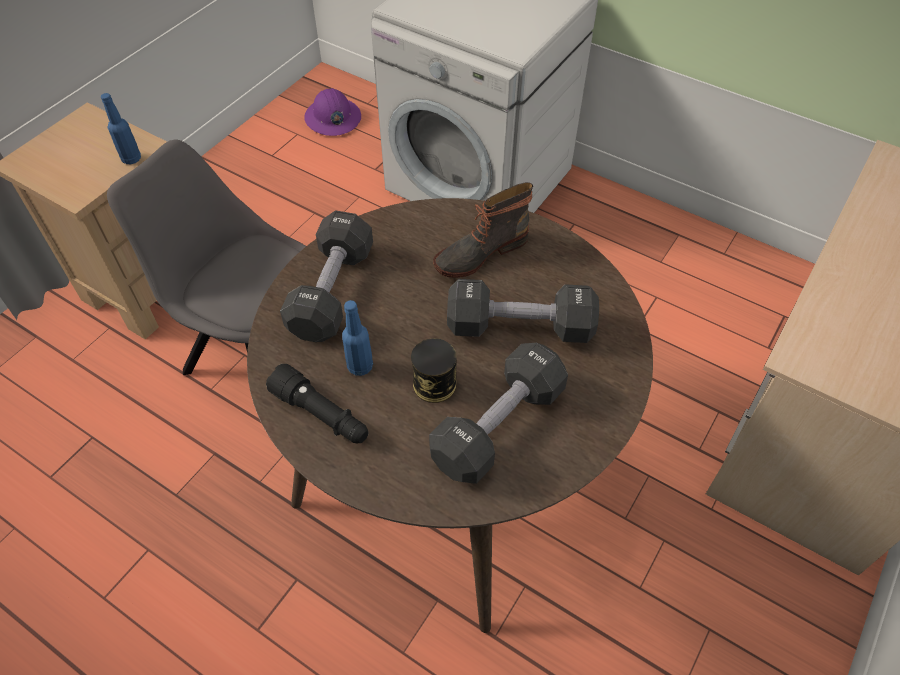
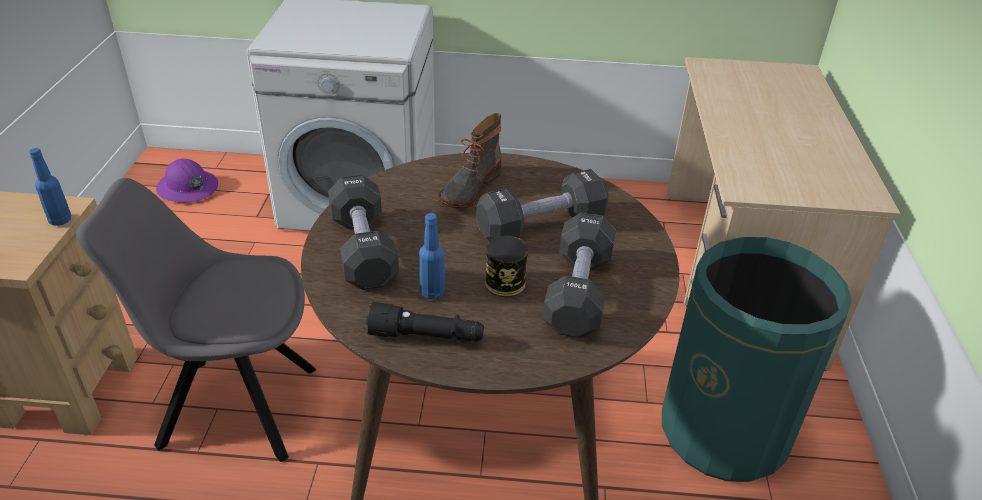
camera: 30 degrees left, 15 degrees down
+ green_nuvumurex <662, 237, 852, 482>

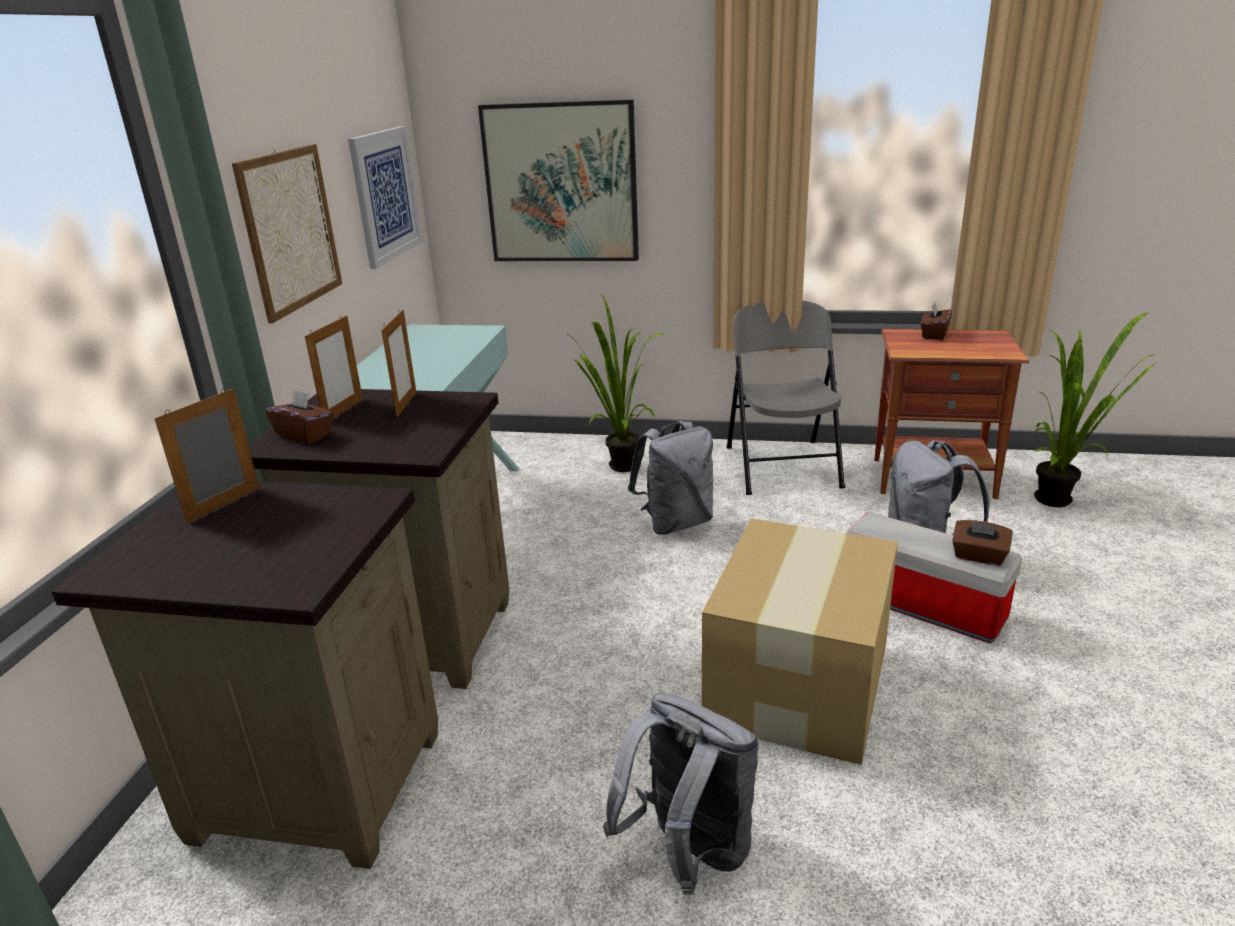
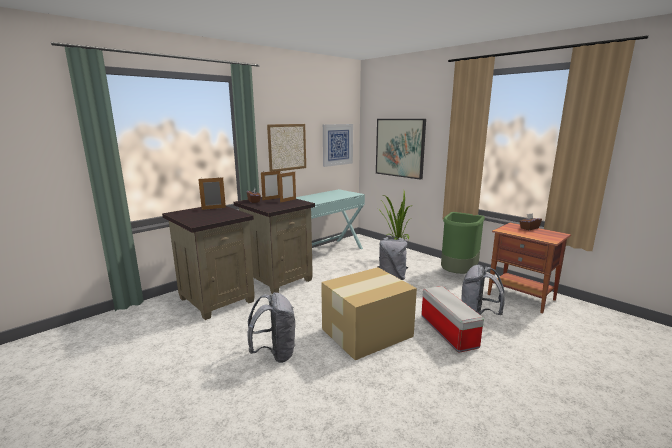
camera: 35 degrees right, 10 degrees down
~ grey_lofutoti <726, 300, 845, 495> to green_nuvumurex <441, 212, 485, 274>
- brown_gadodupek <952, 520, 1013, 566>
- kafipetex <1034, 312, 1157, 507>

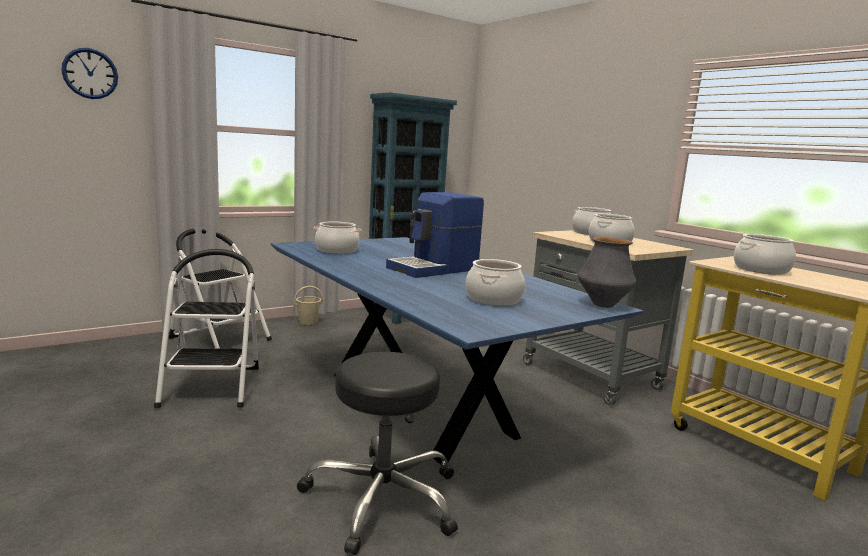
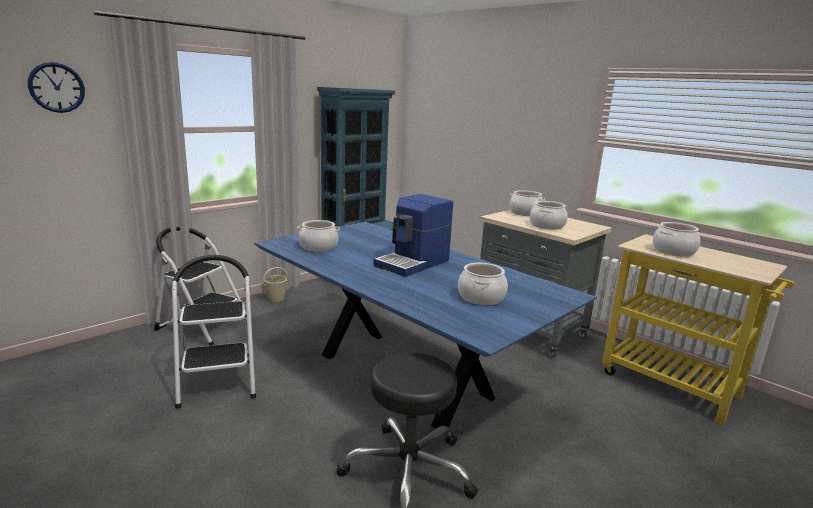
camera: 10 degrees left, 5 degrees up
- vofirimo <578, 237, 636, 308>

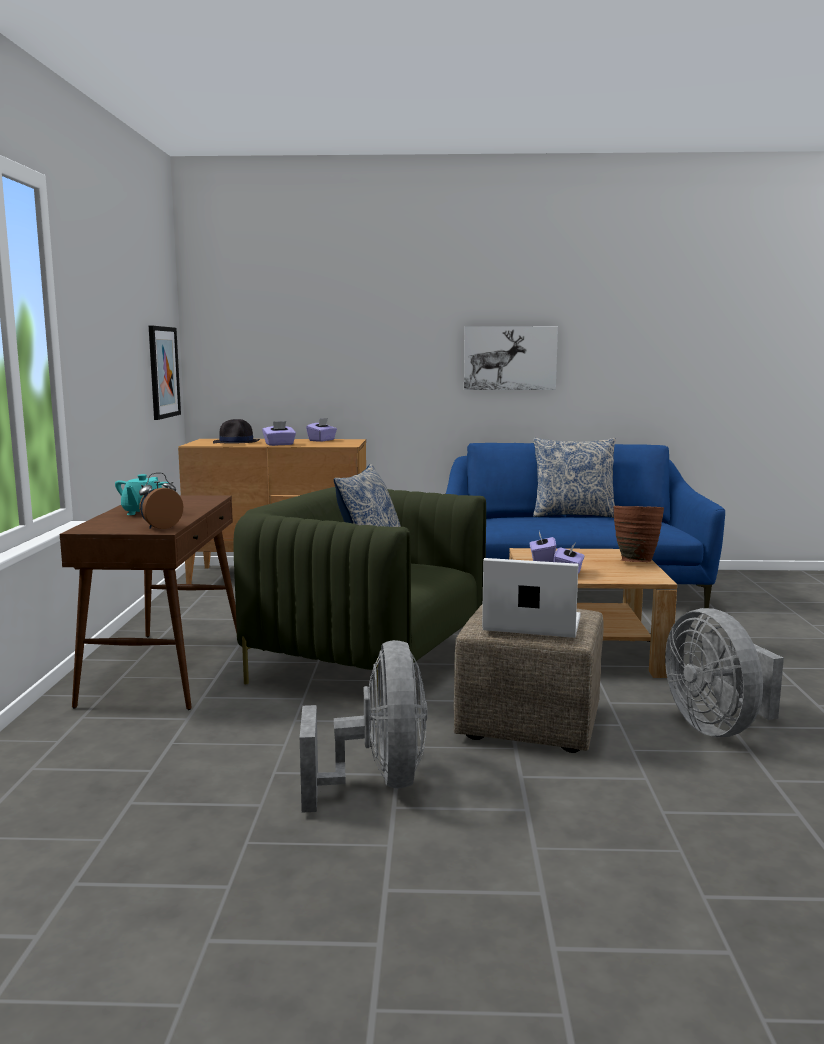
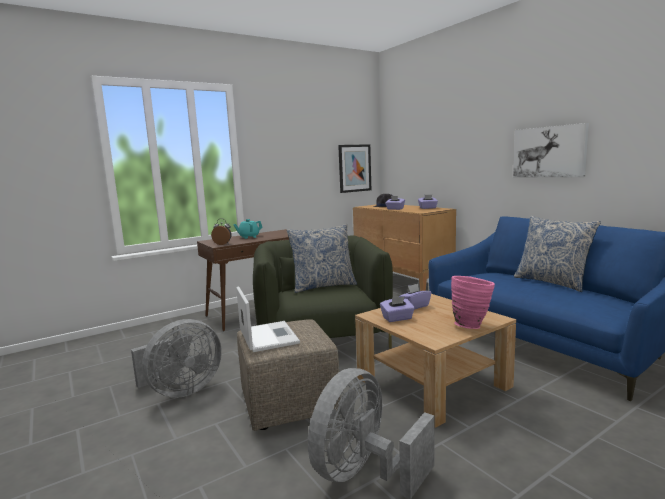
camera: 55 degrees right, 0 degrees up
~ brown_vofirimo <613, 506, 664, 562> to pink_vofirimo <451, 276, 495, 329>

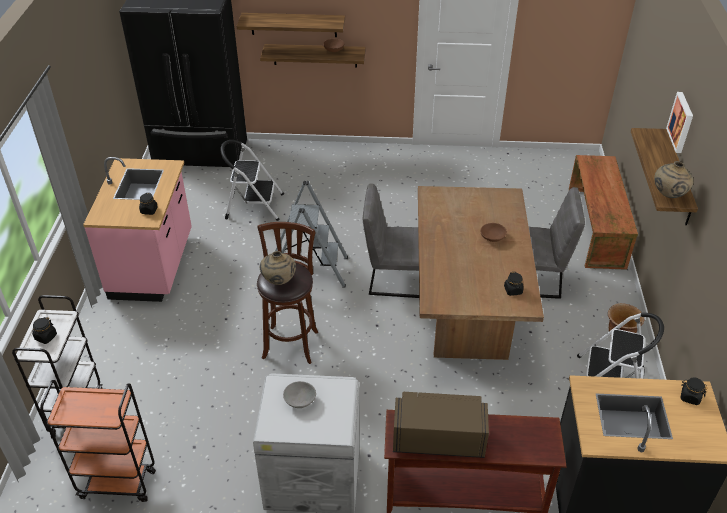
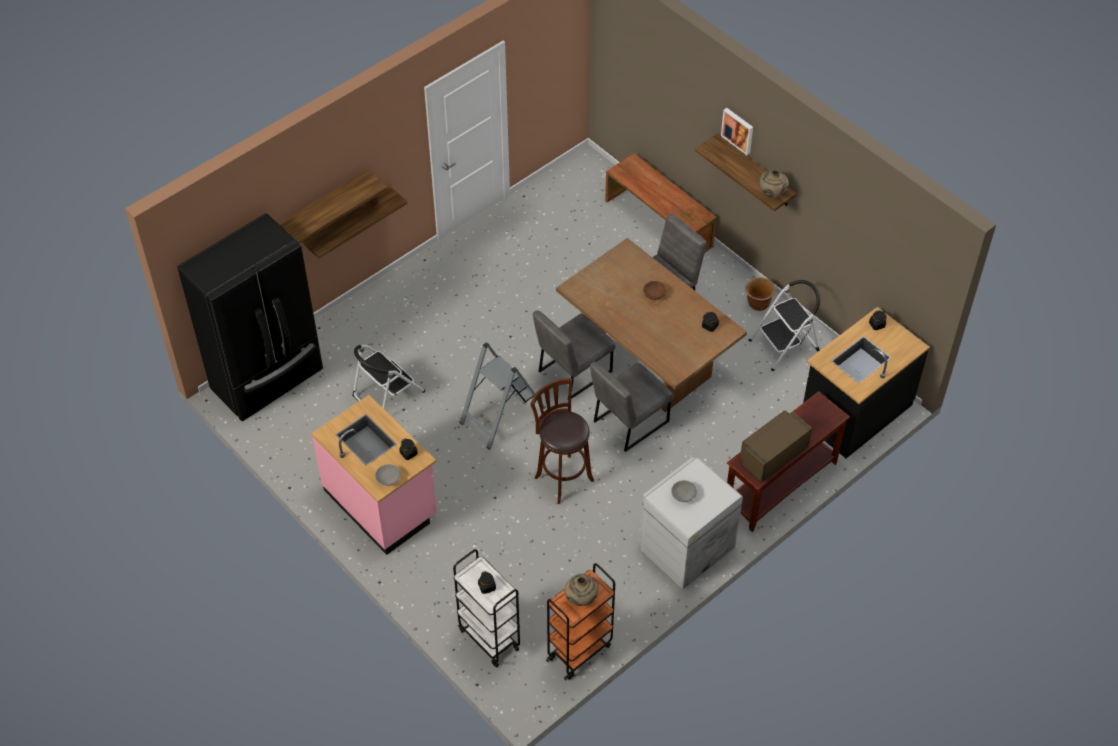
camera: 45 degrees left, 10 degrees up
+ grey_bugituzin <375, 464, 401, 486>
~ beige_vofirimo <260, 251, 296, 285> to <564, 574, 599, 606>
+ grey_lofutoti <590, 362, 674, 452>

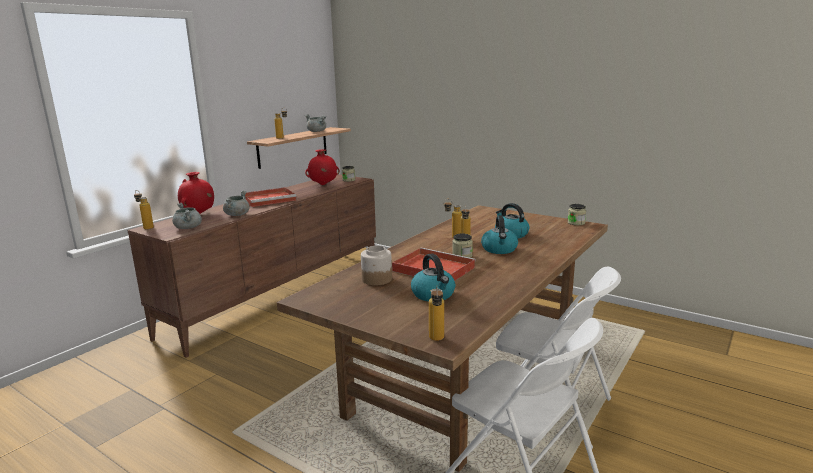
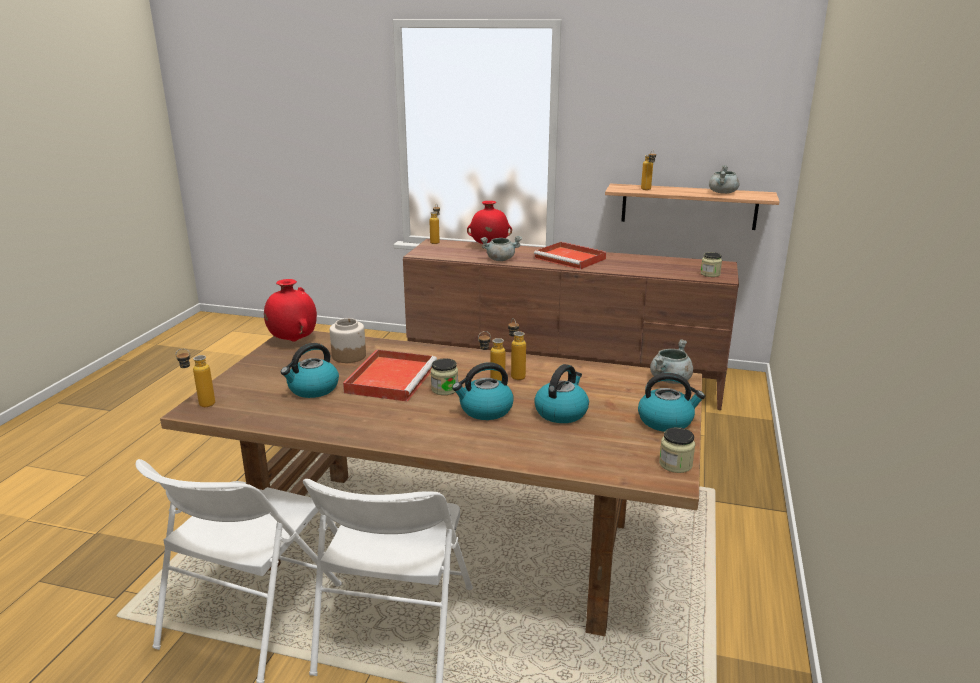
camera: 70 degrees right, 5 degrees up
~ red_vofirimo <305, 149, 340, 185> to <264, 279, 317, 342>
+ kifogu <638, 373, 705, 432>
~ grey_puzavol <172, 203, 202, 229> to <650, 339, 693, 384>

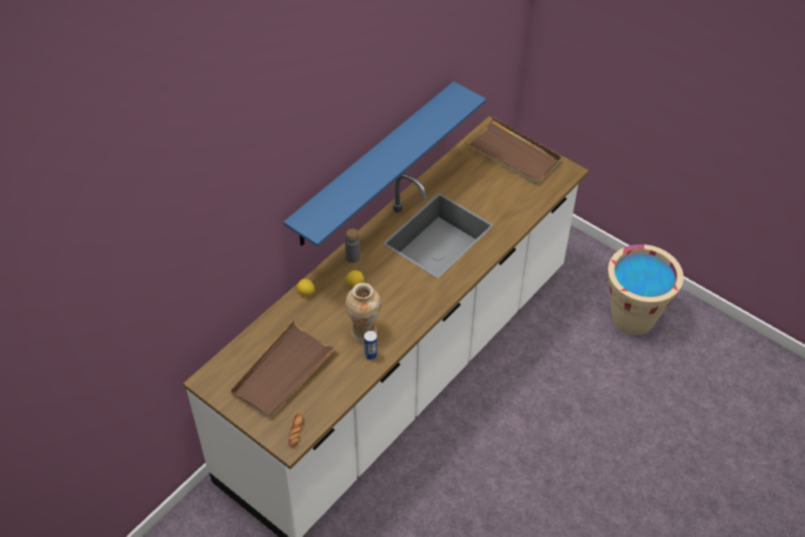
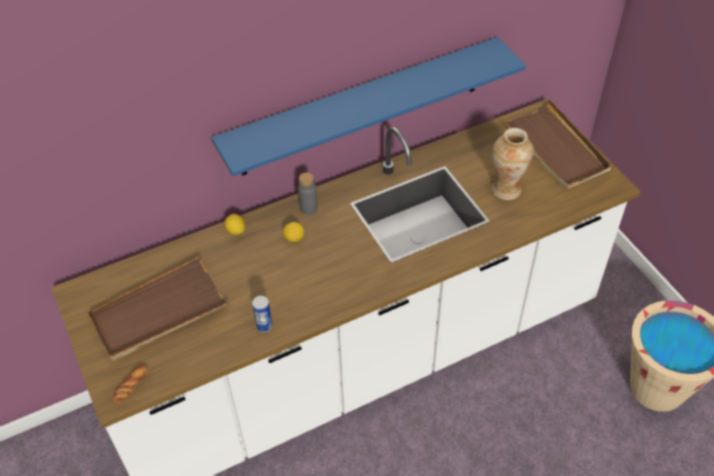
camera: 25 degrees right, 0 degrees up
~ vofirimo <345, 283, 381, 342> to <492, 128, 534, 200>

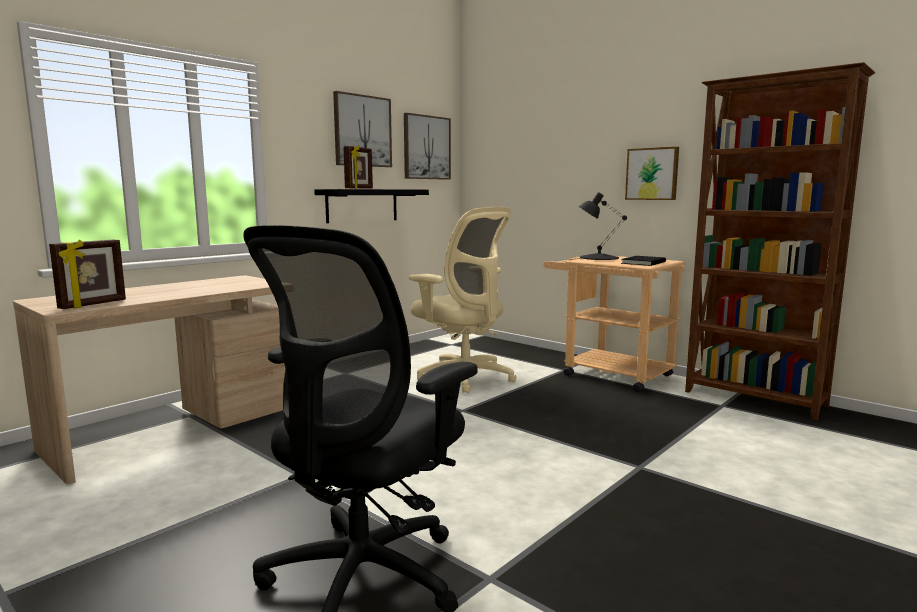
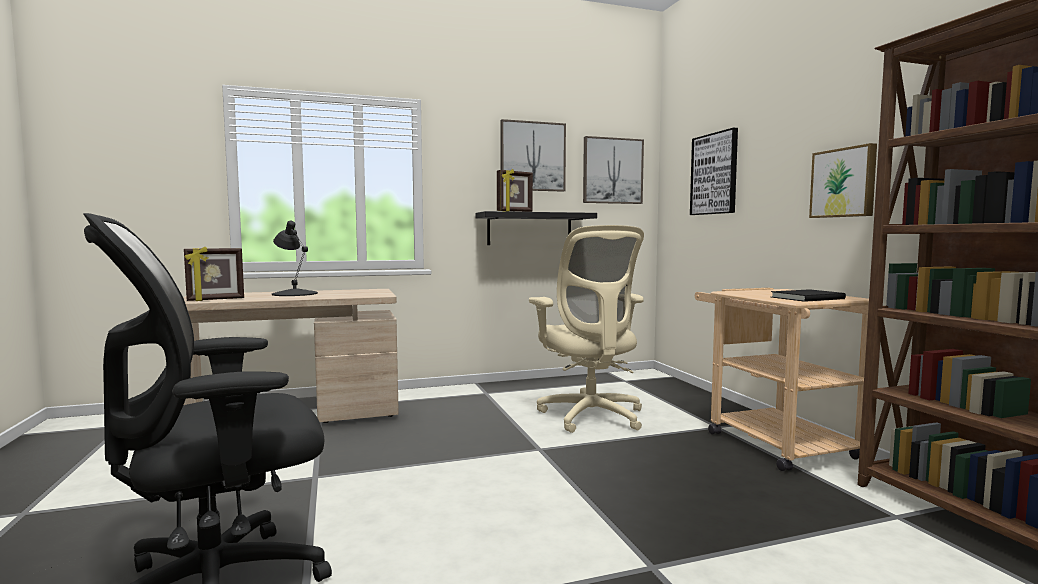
camera: 30 degrees right, 5 degrees down
~ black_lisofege <579, 192, 627, 260> to <272, 221, 318, 296>
+ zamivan <690, 128, 738, 215>

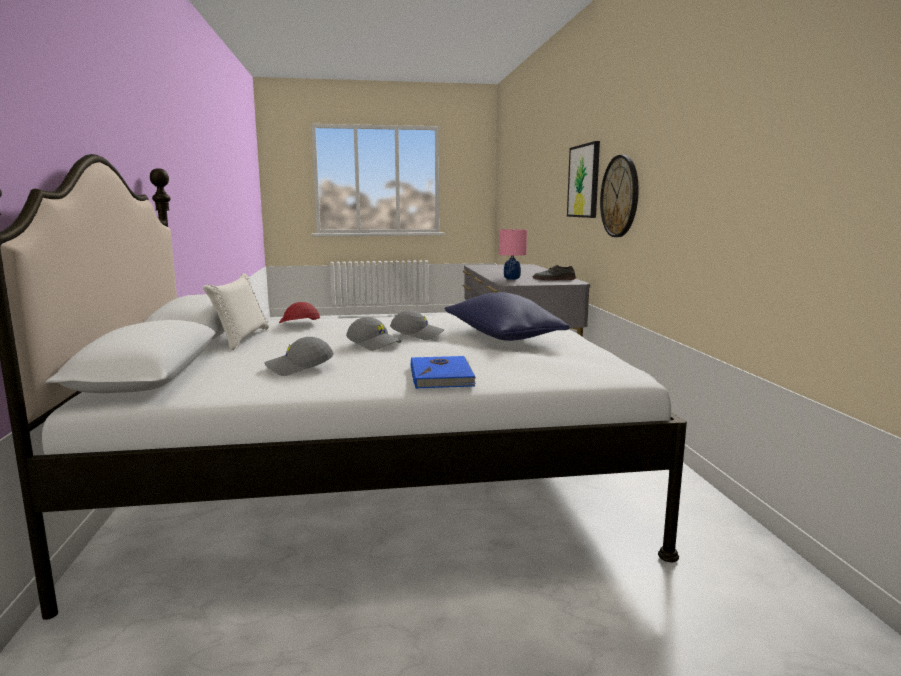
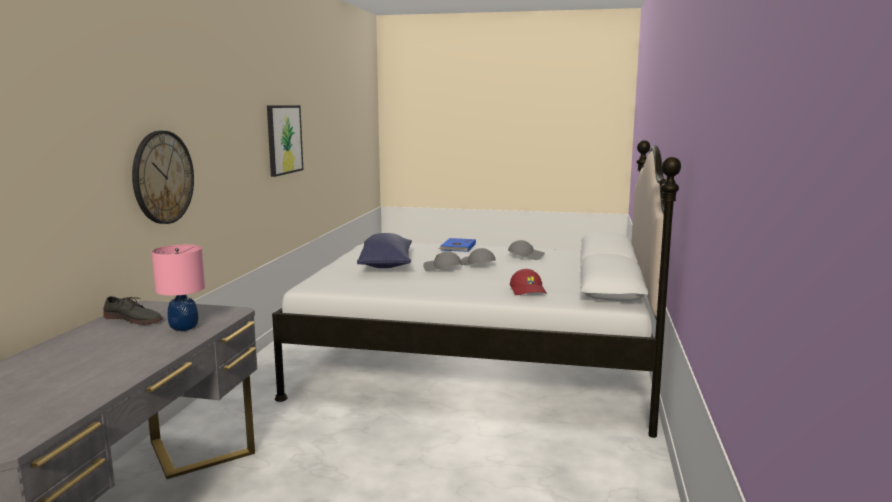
camera: 160 degrees left, 0 degrees up
~ zamivan <567, 141, 600, 218> to <267, 105, 303, 177>
- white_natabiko <203, 273, 269, 350>

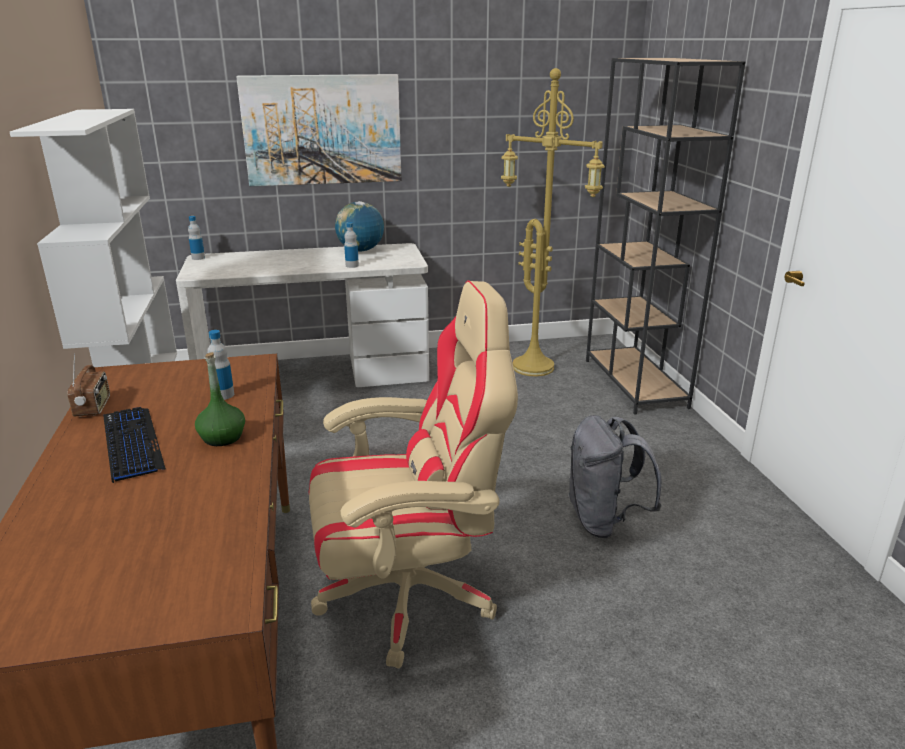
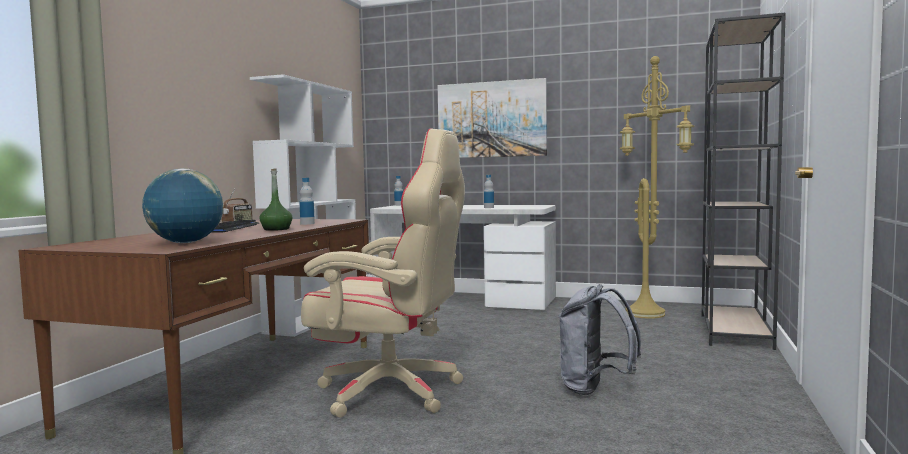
camera: 30 degrees right, 20 degrees down
~ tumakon <335, 201, 384, 252> to <142, 168, 224, 243>

